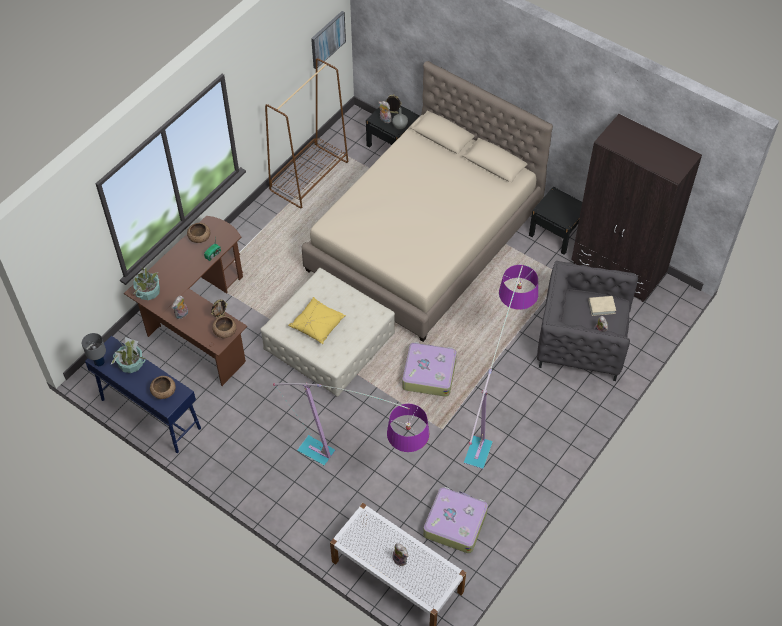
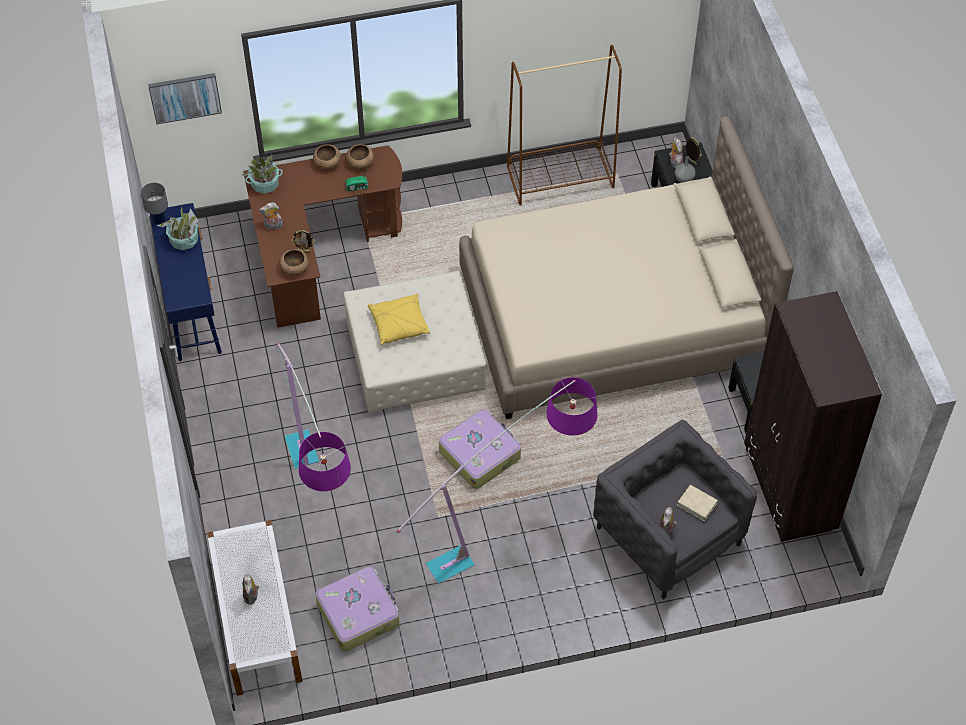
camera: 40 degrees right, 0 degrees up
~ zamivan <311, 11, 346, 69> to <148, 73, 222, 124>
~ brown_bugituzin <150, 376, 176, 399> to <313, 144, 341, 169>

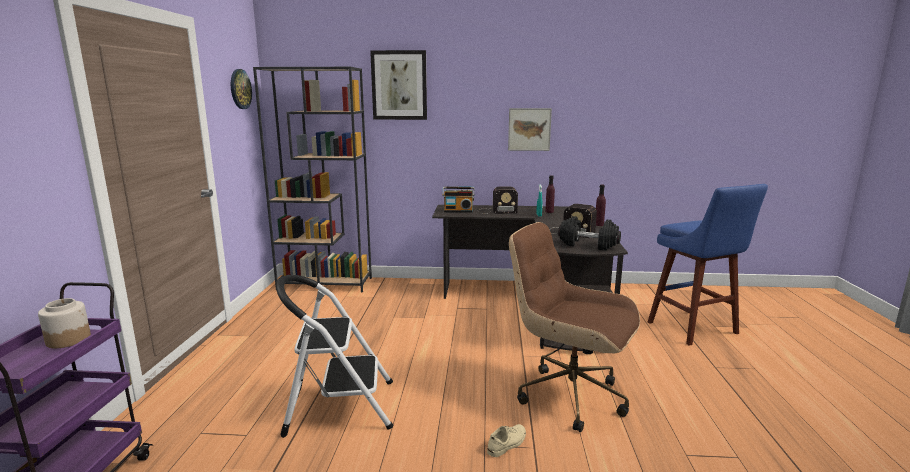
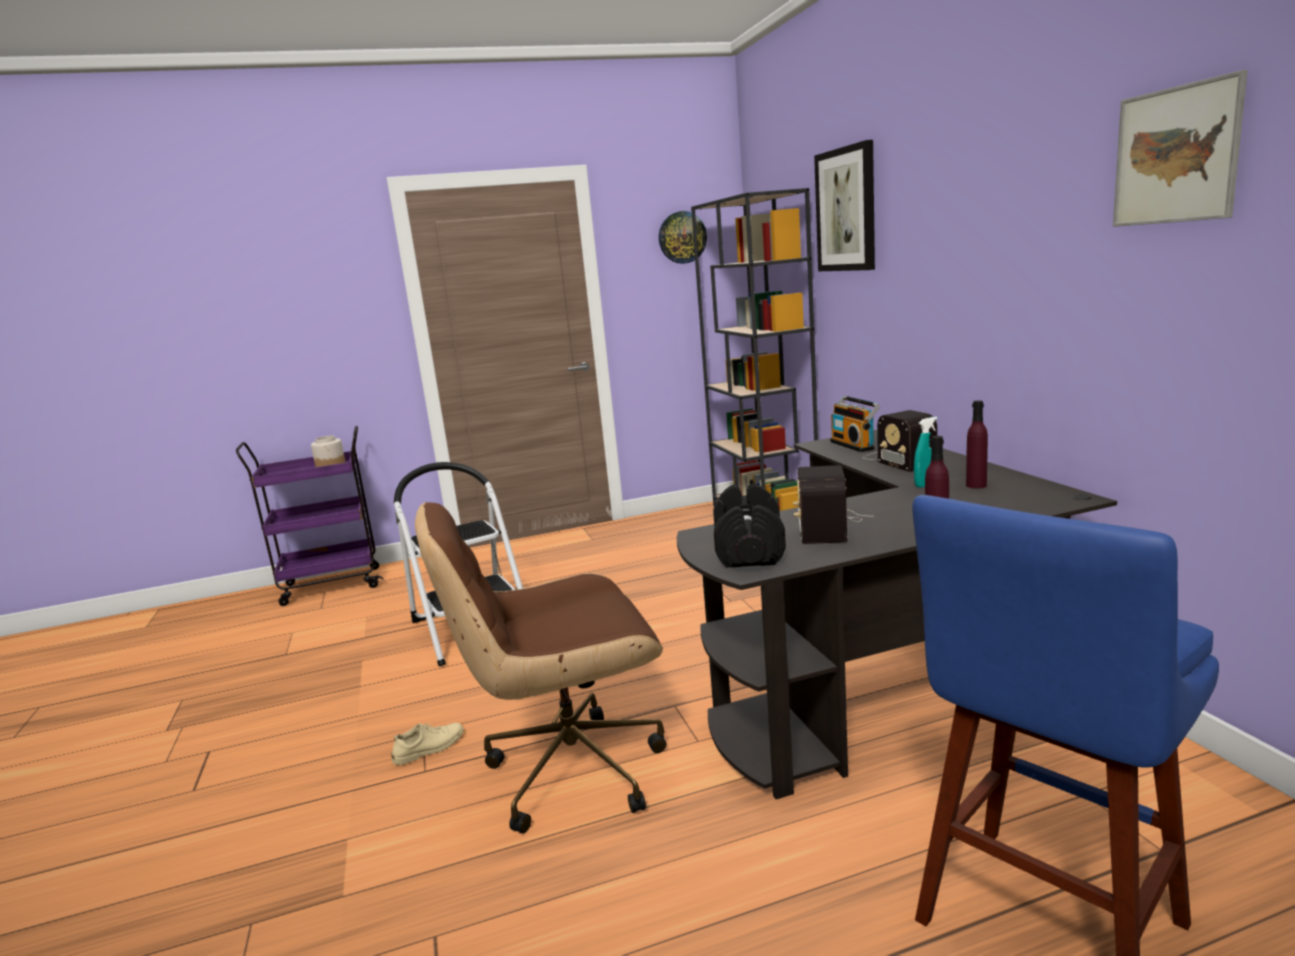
camera: 70 degrees right, 0 degrees up
~ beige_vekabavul <487, 424, 526, 457> = <392, 723, 464, 765> 60 degrees counterclockwise
~ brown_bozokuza <509, 222, 640, 432> = <415, 502, 666, 834> 120 degrees counterclockwise
~ zamivan <508, 108, 552, 151> to <1113, 70, 1248, 227>

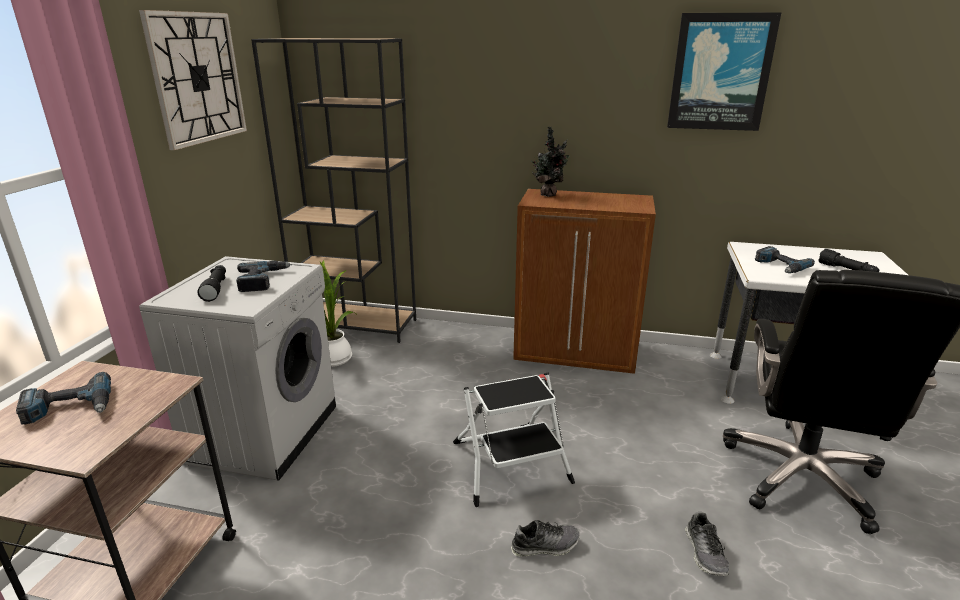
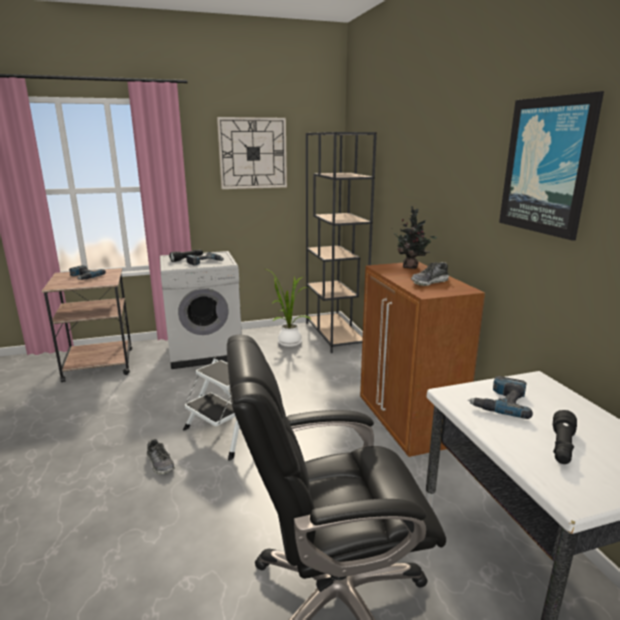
camera: 60 degrees right, 5 degrees down
~ vekabavul <685, 512, 729, 576> to <411, 262, 449, 286>

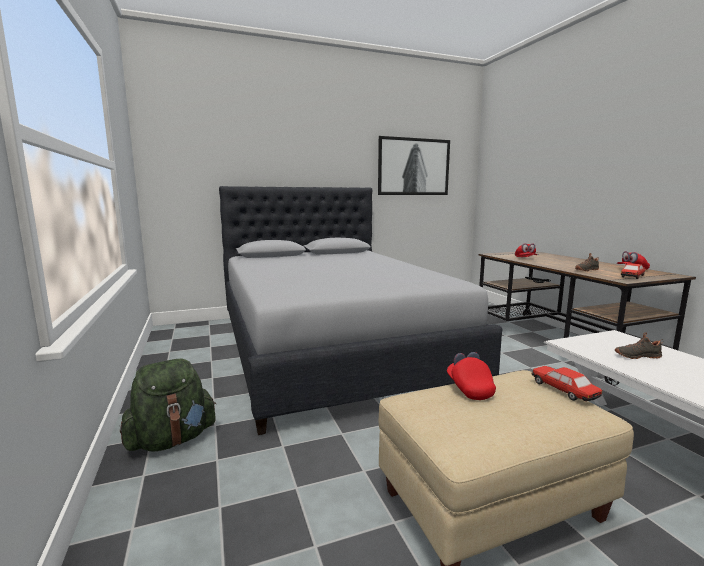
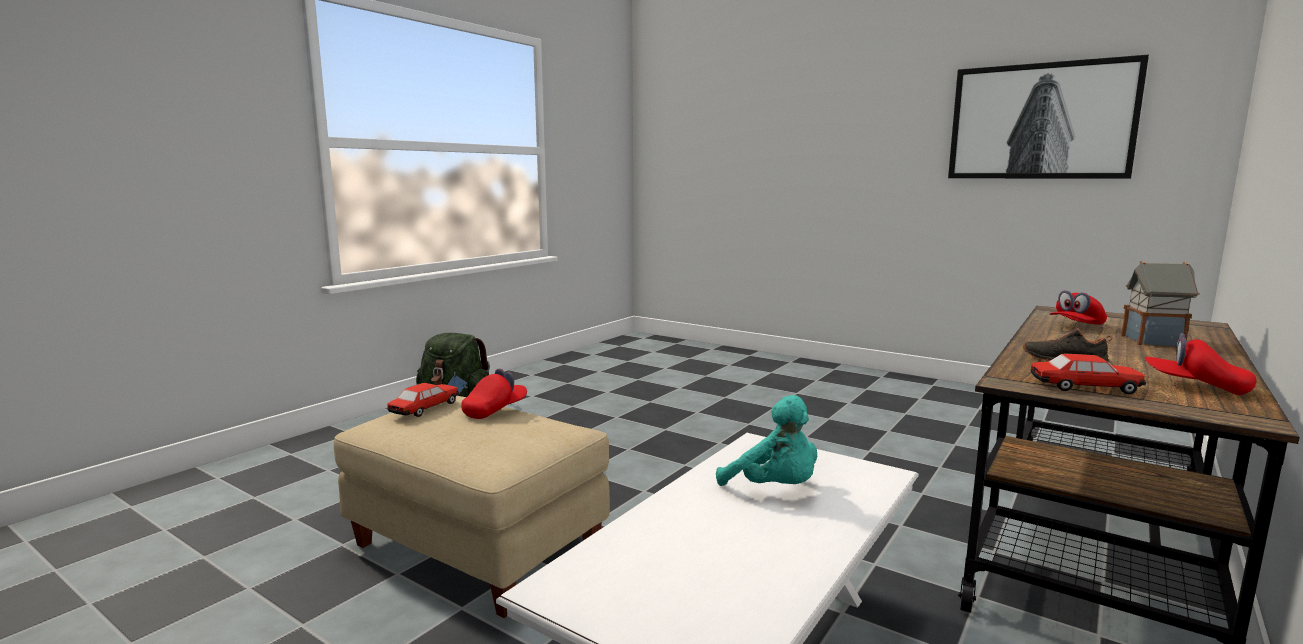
camera: 55 degrees right, 0 degrees up
~ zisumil <531, 366, 602, 402> to <387, 383, 459, 417>
~ black_vekabavul <615, 332, 663, 359> to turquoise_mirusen <716, 395, 817, 486>
+ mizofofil <1121, 261, 1200, 346>
- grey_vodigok <219, 186, 502, 435>

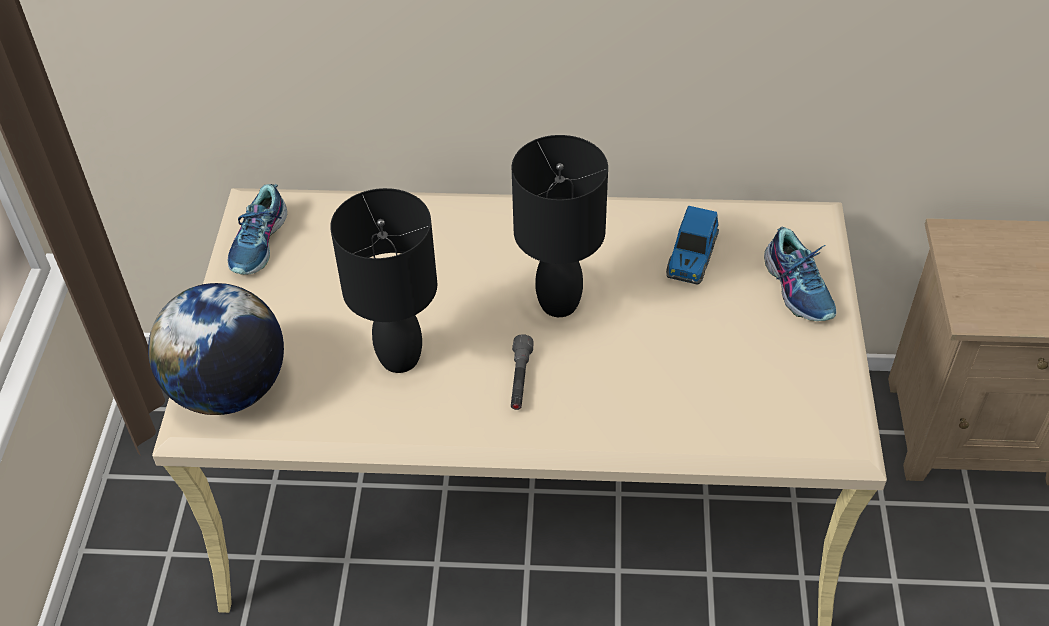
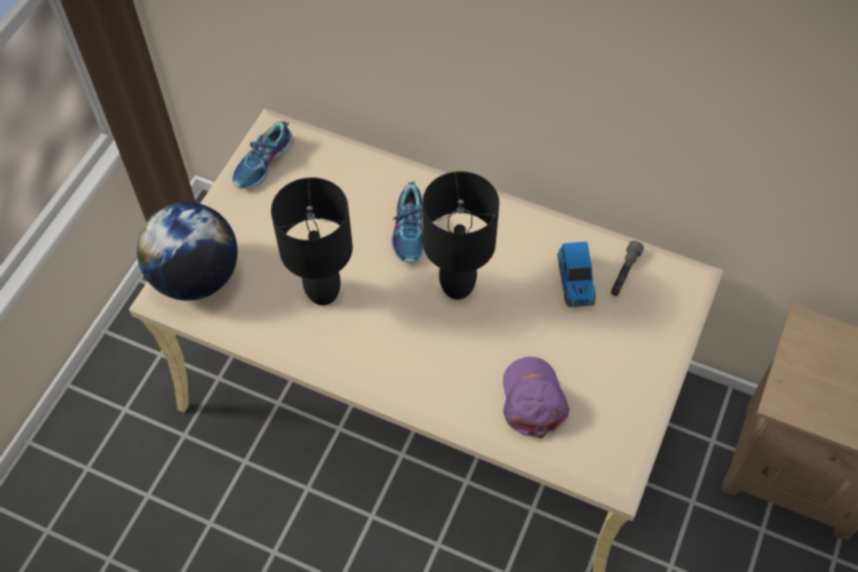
camera: 20 degrees right, 10 degrees up
~ vekabavul <764, 227, 837, 321> to <391, 182, 424, 263>
+ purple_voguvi <503, 357, 570, 438>
~ zisumil <666, 206, 719, 285> = <557, 242, 596, 307> 45 degrees counterclockwise
~ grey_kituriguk <511, 334, 534, 410> to <611, 241, 644, 296>

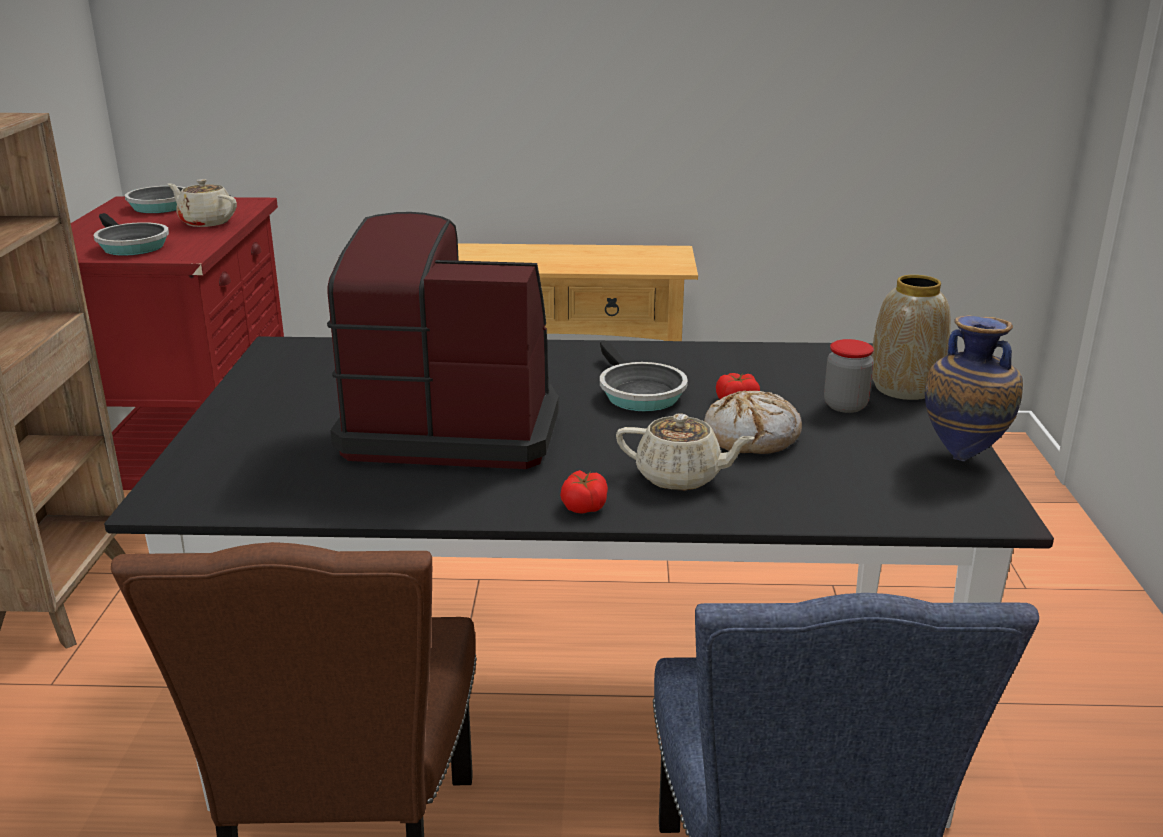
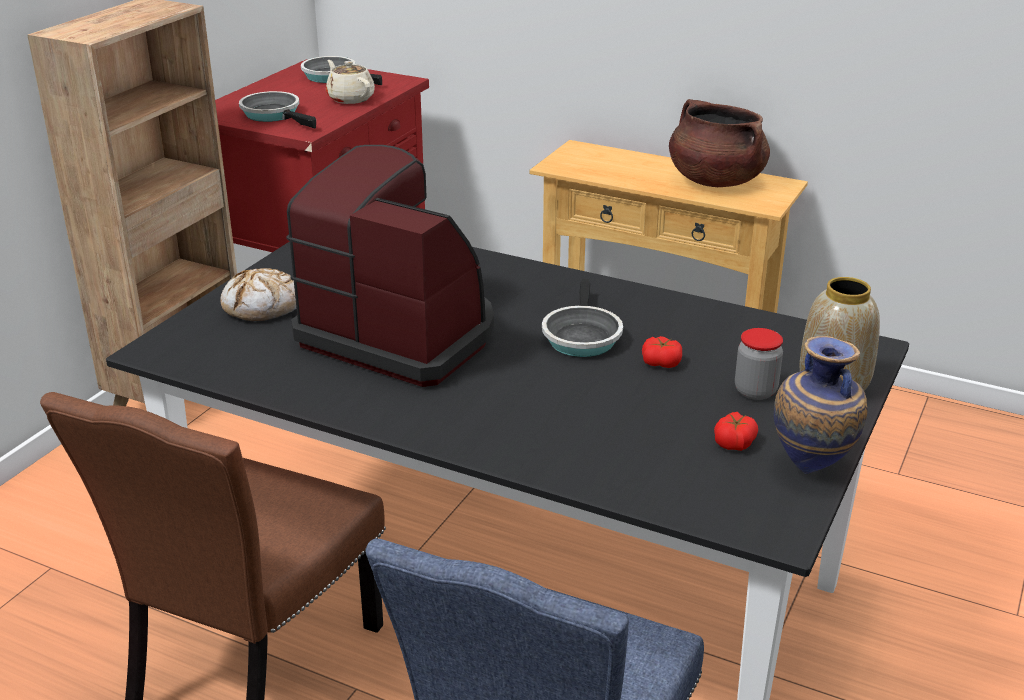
camera: 25 degrees right, 5 degrees up
~ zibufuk <704, 390, 802, 454> to <220, 268, 297, 321>
~ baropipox <94, 213, 169, 256> = <239, 91, 316, 129> 150 degrees clockwise
+ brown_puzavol <669, 99, 770, 187>
~ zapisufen <560, 470, 608, 514> to <714, 412, 758, 451>
- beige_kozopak <616, 413, 755, 490>

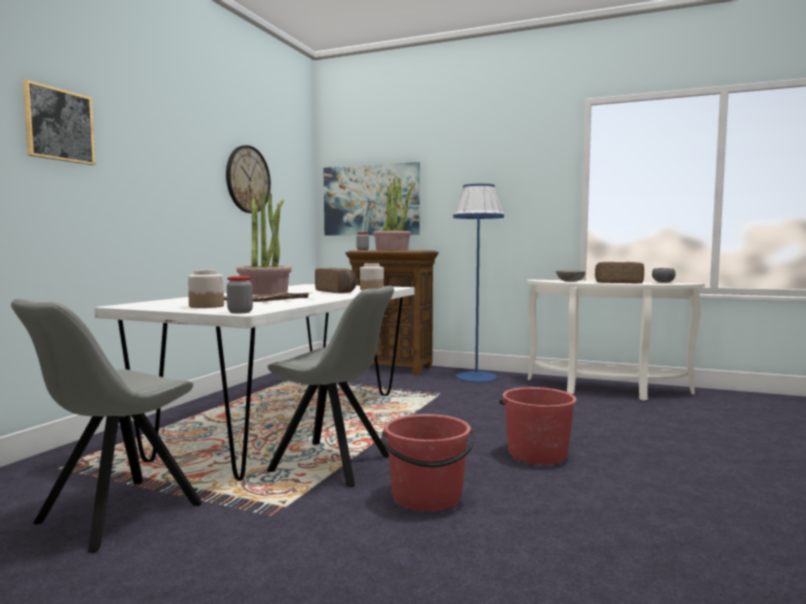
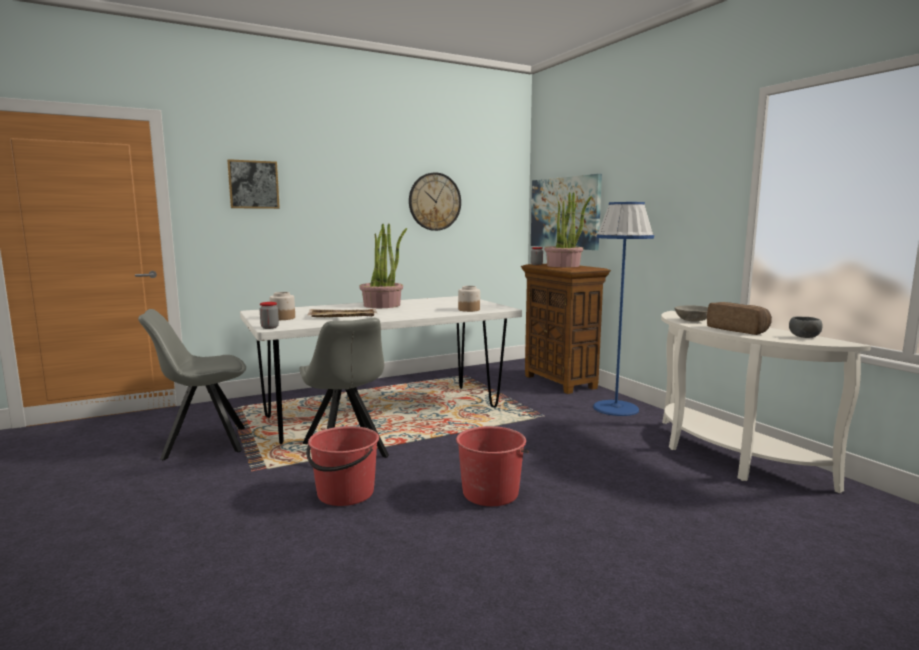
camera: 40 degrees right, 5 degrees up
- zibufuk <315, 268, 357, 293>

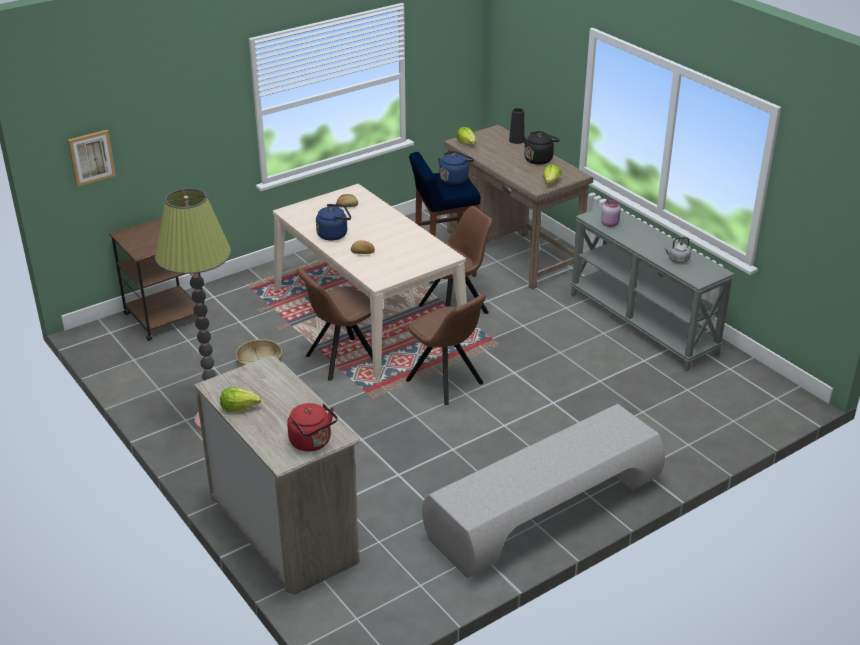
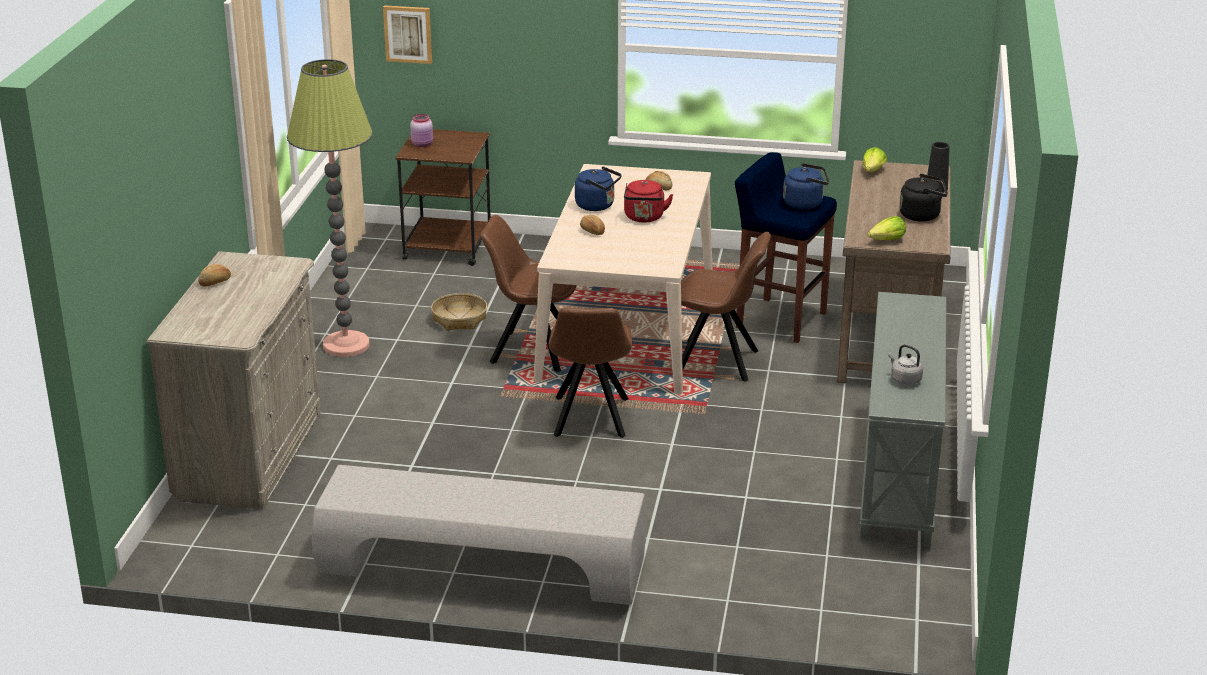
camera: 45 degrees right, 5 degrees down
~ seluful <220, 387, 261, 412> to zibufuk <198, 264, 231, 286>
~ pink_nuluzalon <601, 199, 621, 227> to <410, 114, 433, 147>
~ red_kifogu <287, 403, 338, 451> to <624, 180, 673, 223>

